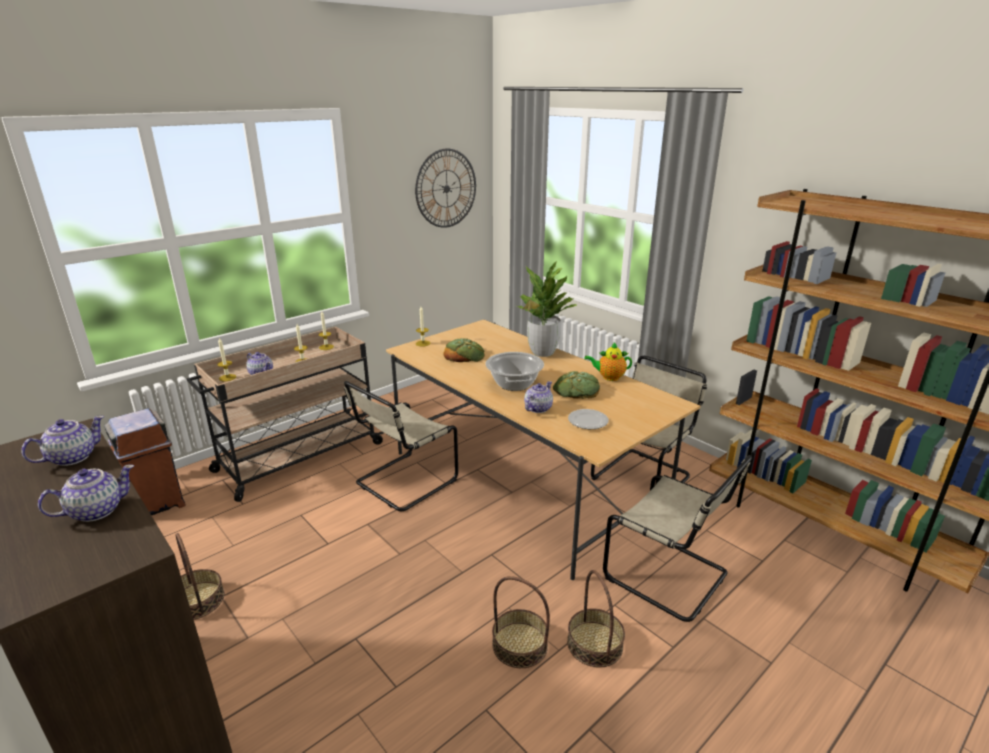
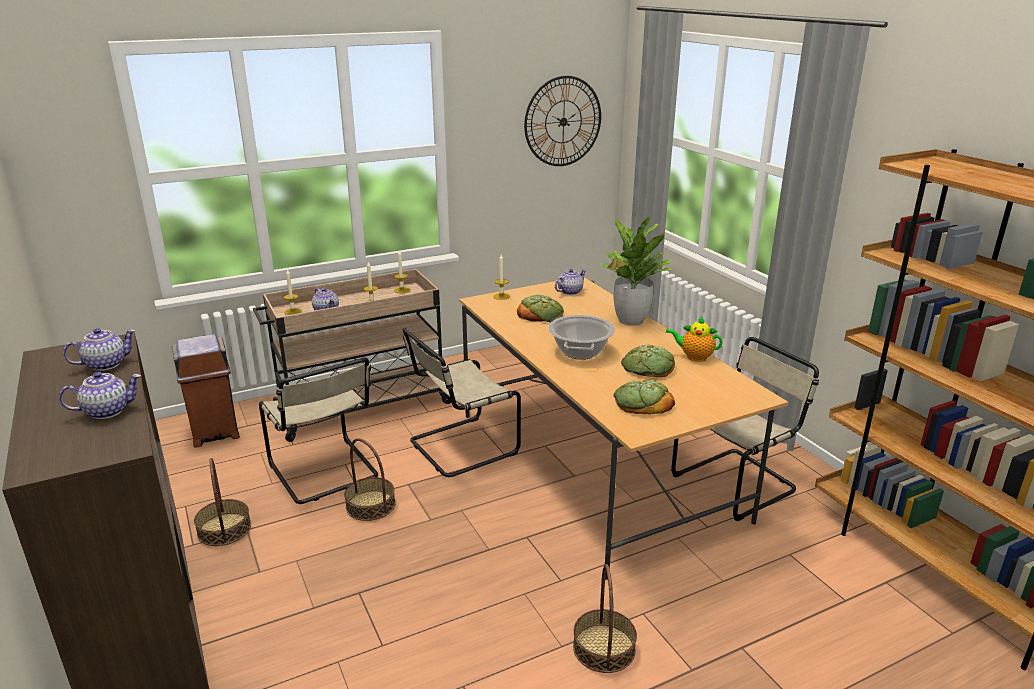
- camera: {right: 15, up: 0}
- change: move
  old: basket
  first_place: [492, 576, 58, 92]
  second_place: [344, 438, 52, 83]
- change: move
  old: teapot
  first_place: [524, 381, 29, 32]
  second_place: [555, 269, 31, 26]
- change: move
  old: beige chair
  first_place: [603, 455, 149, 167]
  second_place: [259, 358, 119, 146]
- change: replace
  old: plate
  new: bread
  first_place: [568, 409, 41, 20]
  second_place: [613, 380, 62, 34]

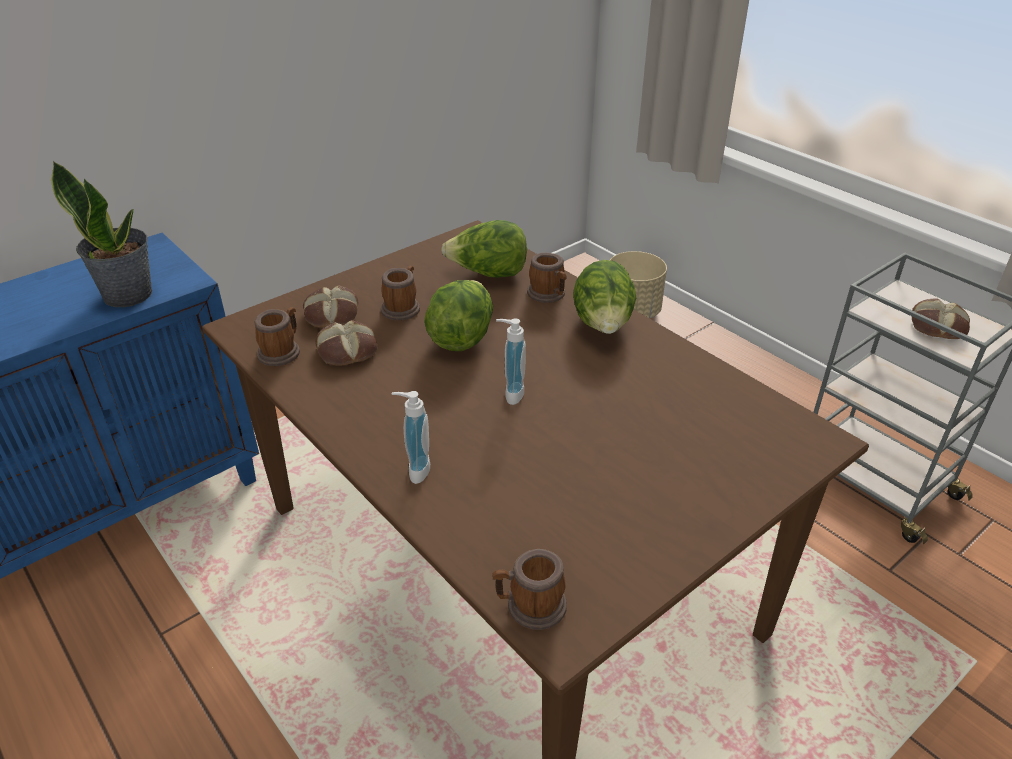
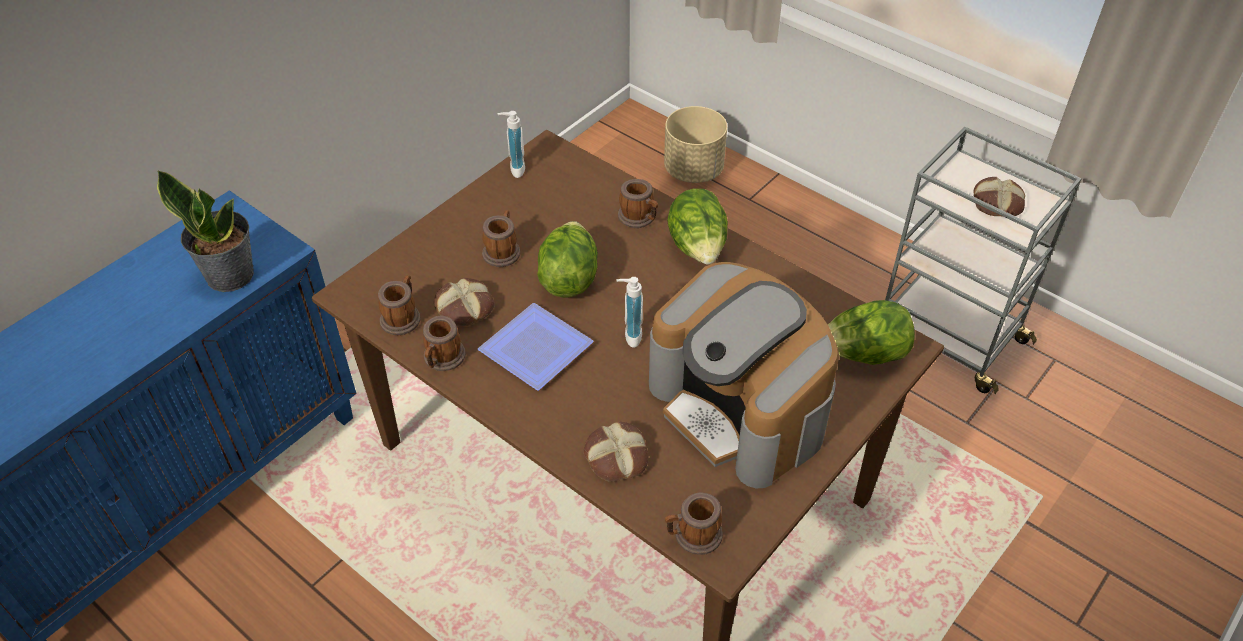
- camera: {right: -10, up: 10}
- change: insert
  new: mug
  second_place: [423, 316, 43, 55]
- change: insert
  new: plate
  second_place: [478, 303, 116, 87]
- change: insert
  new: coffee machine
  second_place: [649, 262, 190, 227]
- change: move
  old: bread
  first_place: [303, 286, 55, 42]
  second_place: [584, 422, 65, 60]
- change: move
  old: soap dispenser
  first_place: [391, 391, 39, 93]
  second_place: [498, 111, 27, 67]
- change: move
  old: lettuce
  first_place: [441, 220, 86, 58]
  second_place: [828, 300, 87, 65]

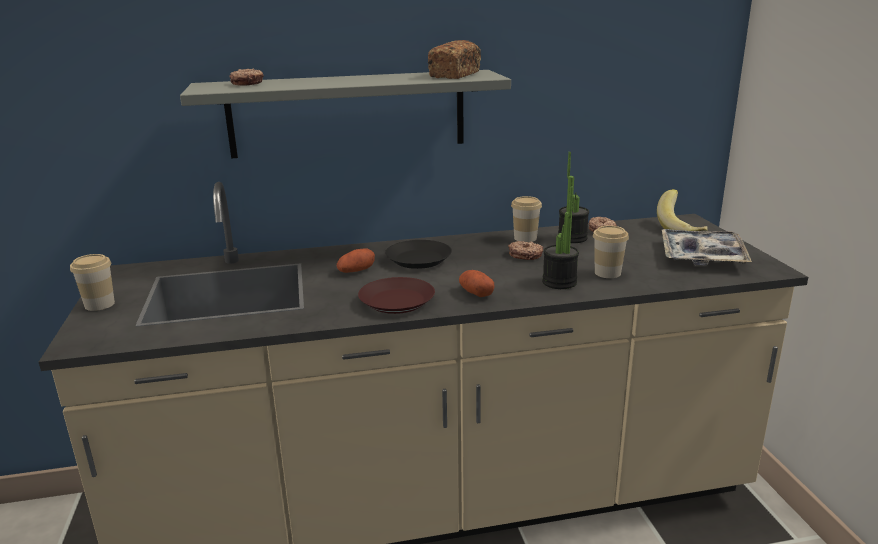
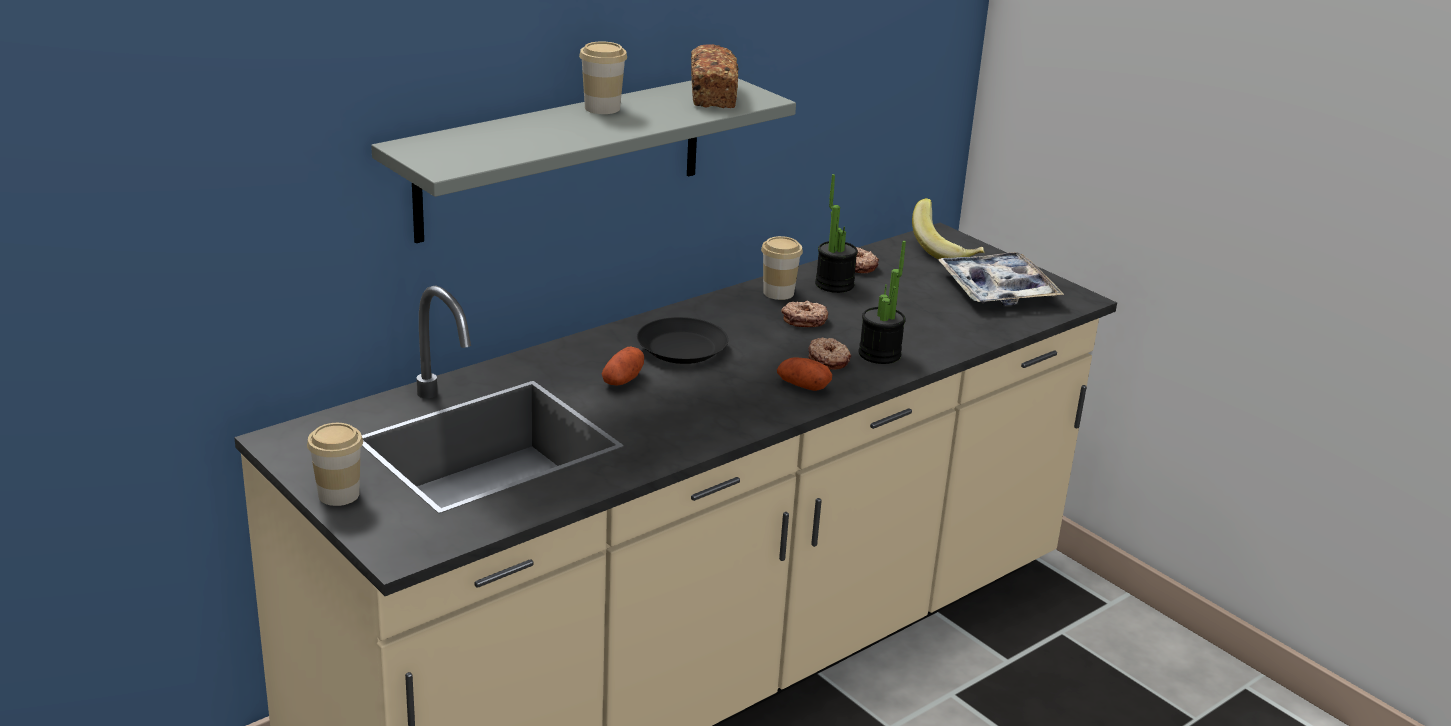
- camera: {right: -30, up: 5}
- change: delete
  old: brown plate
  first_place: [358, 277, 77, 37]
- change: move
  old: donut
  first_place: [229, 69, 35, 17]
  second_place: [809, 338, 42, 32]
- change: move
  old: cup
  first_place: [593, 225, 36, 53]
  second_place: [579, 41, 48, 73]

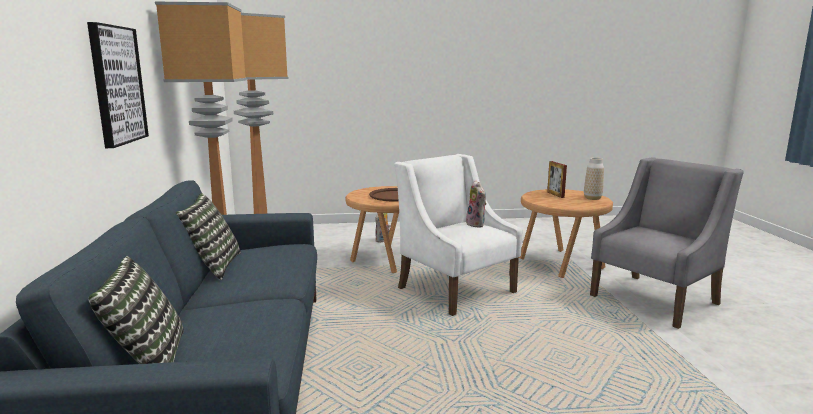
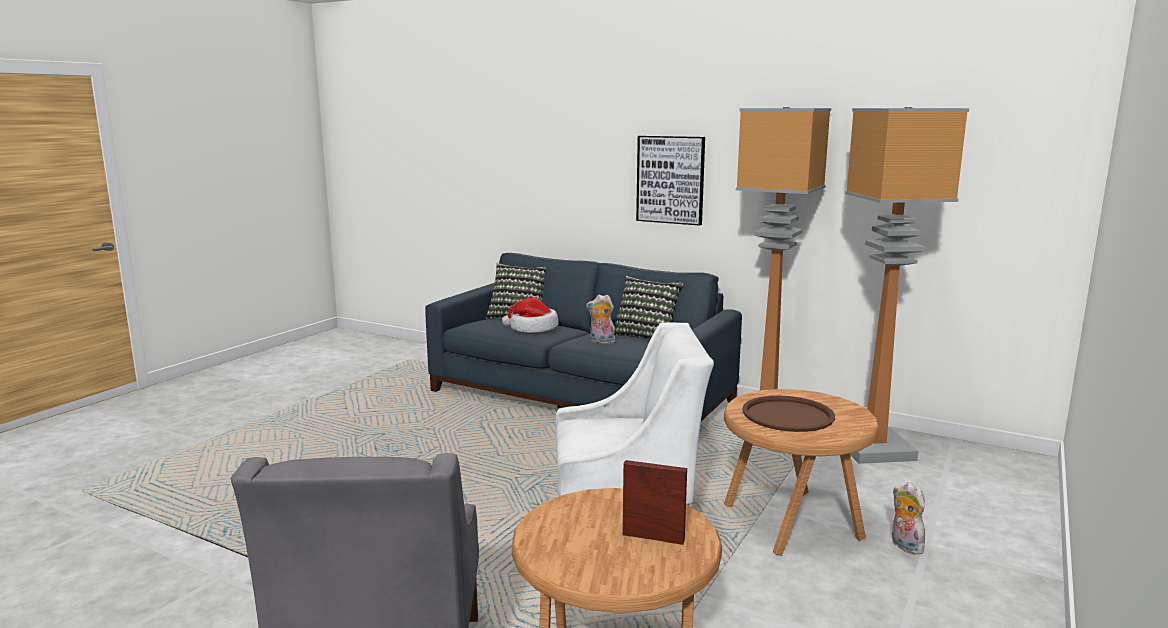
- camera: {right: 125, up: 0}
- change: delete
  old: vase
  first_place: [584, 157, 20, 43]
- change: insert
  new: hat
  second_place: [502, 298, 57, 35]
- change: move
  old: plush toy
  first_place: [465, 180, 22, 47]
  second_place: [586, 295, 29, 49]

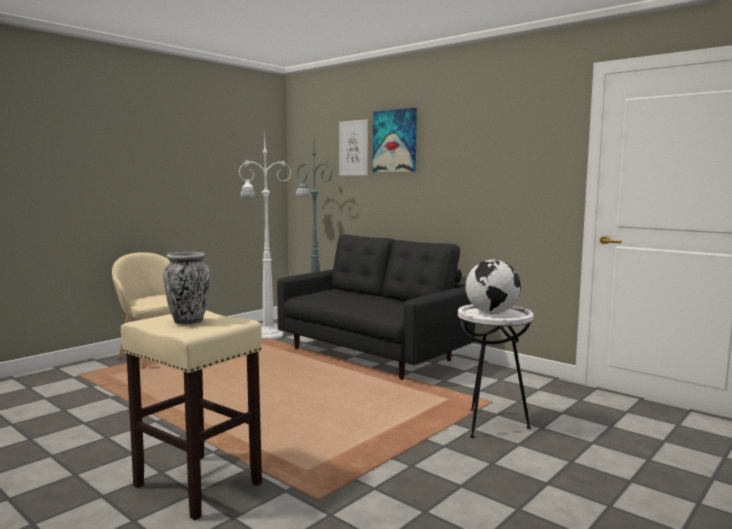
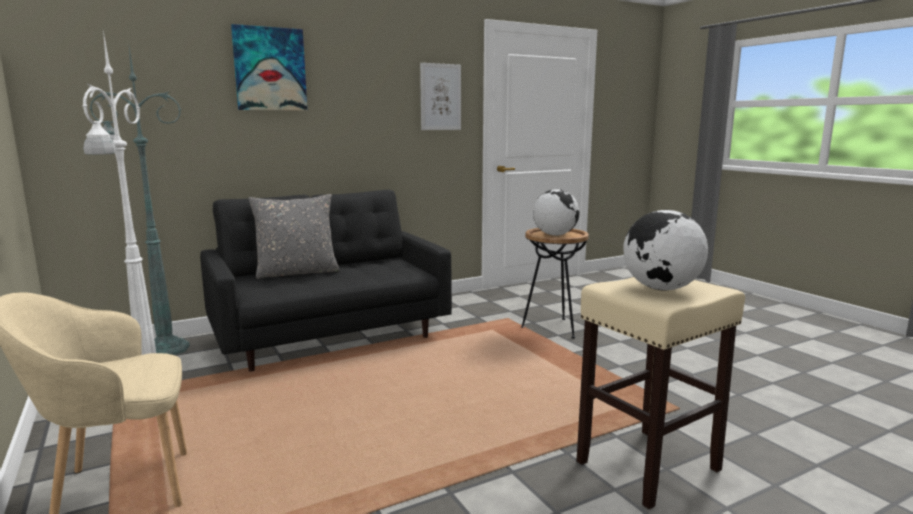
- camera: {right: -70, up: 5}
- change: insert
  new: grey pillow
  second_place: [248, 194, 92, 85]
- change: move
  old: picture
  first_place: [339, 119, 29, 57]
  second_place: [420, 63, 41, 67]
- change: replace
  old: vase
  new: globe
  first_place: [163, 252, 47, 73]
  second_place: [624, 210, 84, 81]
- change: recolor
  old: white side table
  new: brown side table
  first_place: [458, 304, 76, 134]
  second_place: [521, 228, 68, 111]

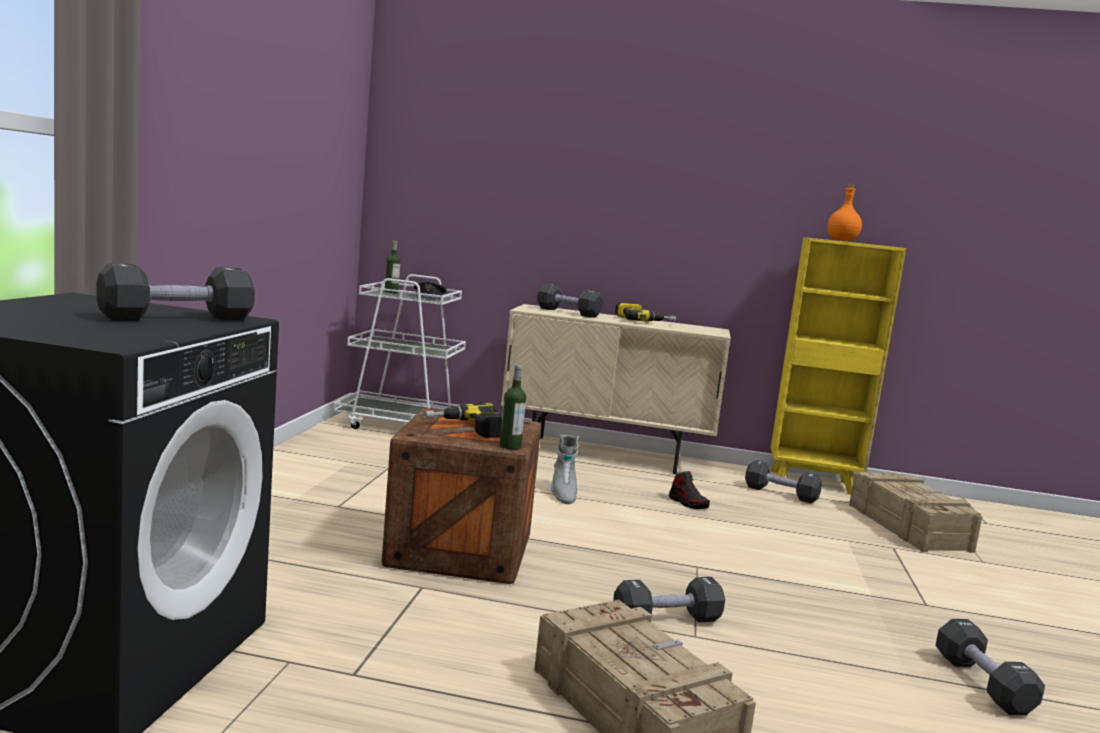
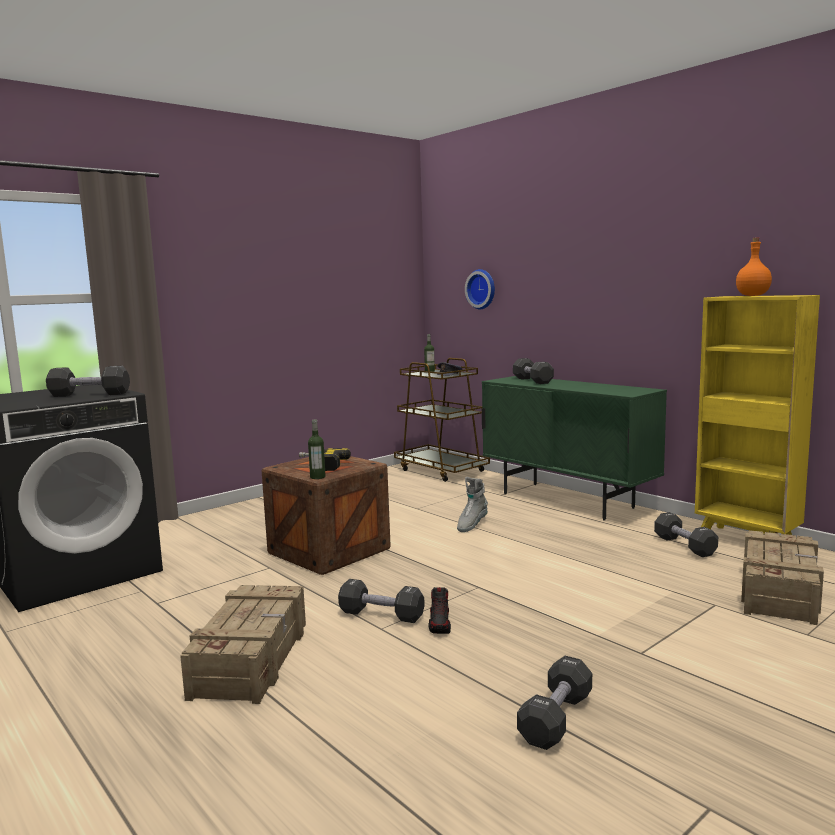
- camera: {right: 40, up: 0}
- change: delete
  old: power drill
  first_place: [615, 302, 61, 20]
- change: insert
  new: wall clock
  second_place: [465, 269, 30, 40]
- change: move
  old: shoe
  first_place: [669, 471, 41, 38]
  second_place: [428, 587, 23, 47]
- change: recolor
  old: white cart
  new: brown cart
  first_place: [333, 274, 133, 155]
  second_place: [394, 358, 96, 124]
- change: recolor
  old: beige cabinet
  new: green cabinet
  first_place: [501, 304, 230, 170]
  second_place: [482, 376, 185, 144]

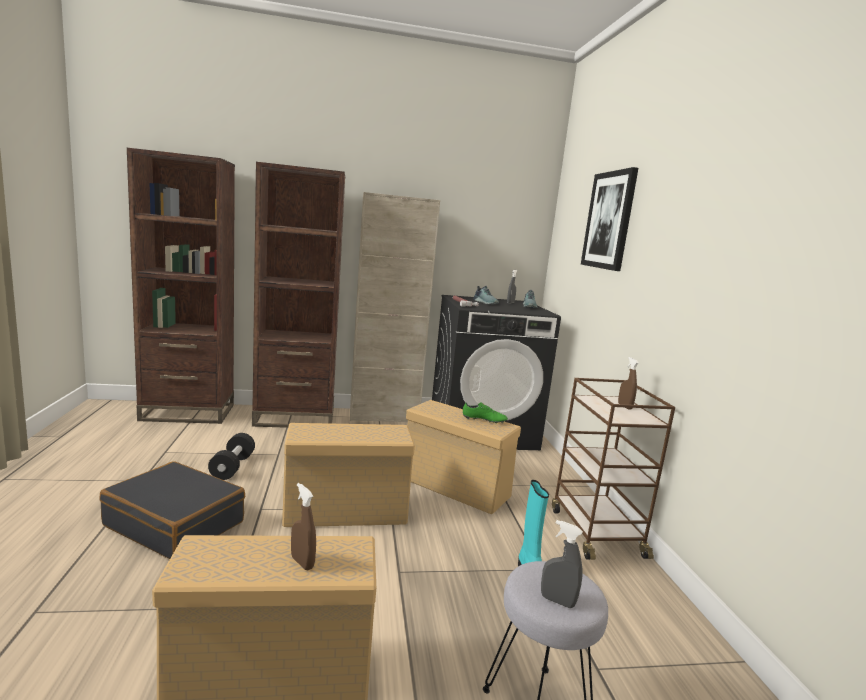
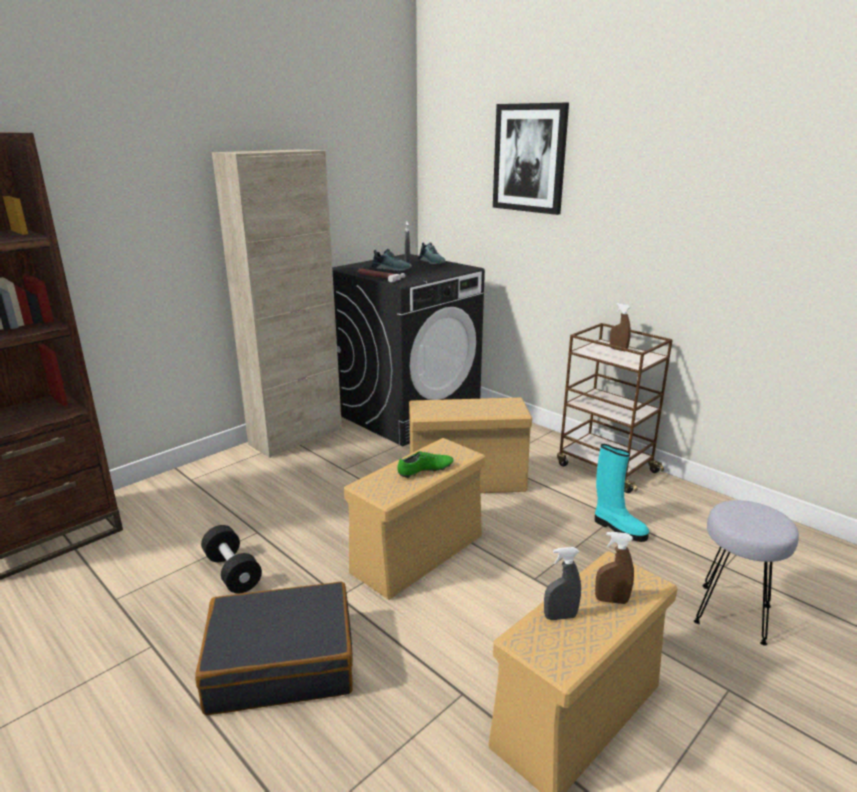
- camera: {right: -35, up: 10}
- change: delete
  old: brown bookcase
  first_place: [252, 162, 93, 266]
- change: move
  old: green shoe
  first_place: [463, 403, 45, 21]
  second_place: [397, 451, 56, 27]
- change: move
  old: grey spray bottle
  first_place: [541, 520, 42, 88]
  second_place: [544, 547, 37, 73]

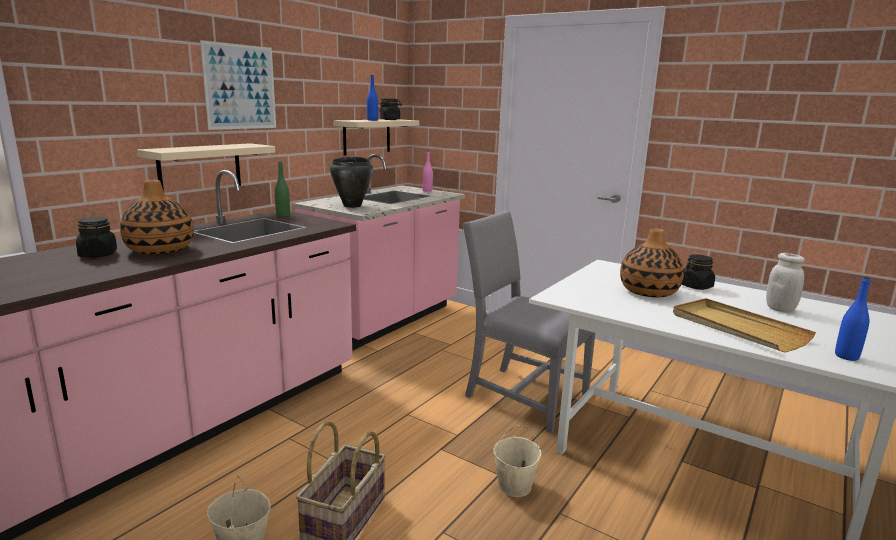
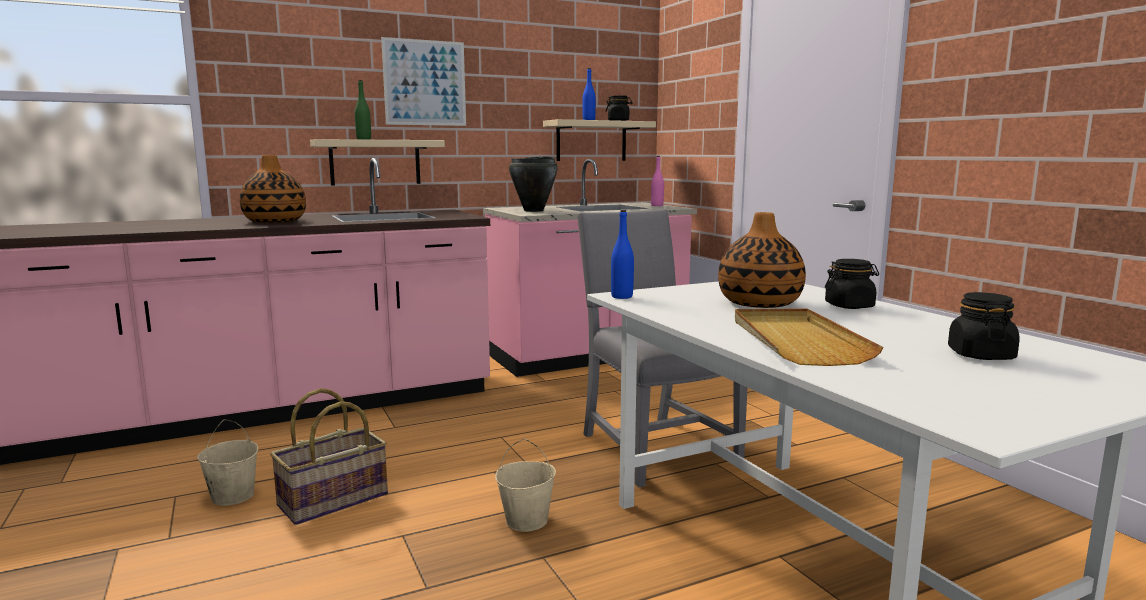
- camera: {right: 30, up: -5}
- change: delete
  old: white jar
  first_place: [766, 253, 39, 60]
- change: move
  old: black jar
  first_place: [76, 217, 41, 40]
  second_place: [948, 292, 72, 68]
- change: move
  old: green bottle
  first_place: [275, 162, 15, 55]
  second_place: [355, 80, 16, 60]
- change: move
  old: blue bottle
  first_place: [835, 276, 36, 85]
  second_place: [611, 210, 23, 89]

